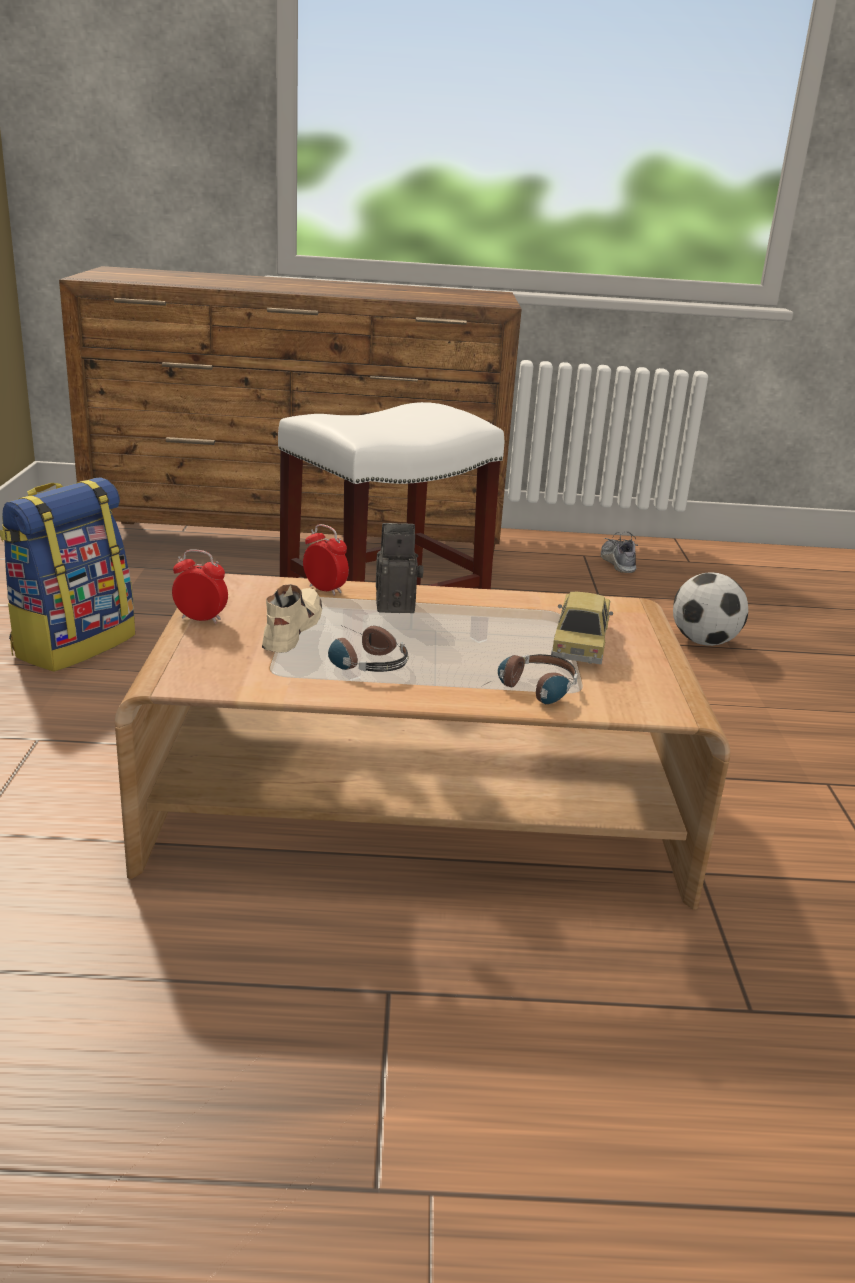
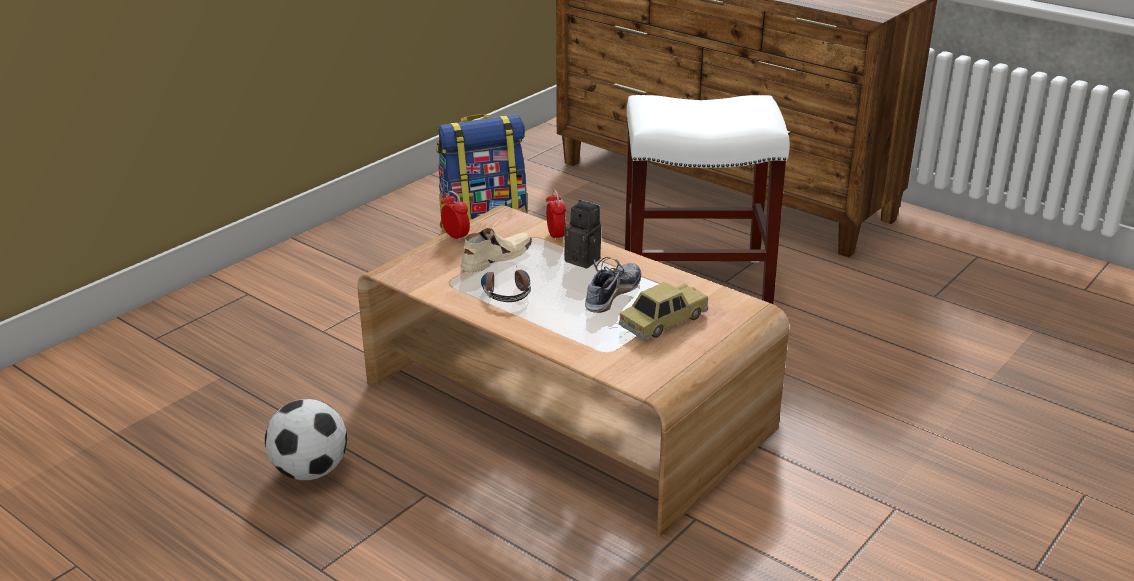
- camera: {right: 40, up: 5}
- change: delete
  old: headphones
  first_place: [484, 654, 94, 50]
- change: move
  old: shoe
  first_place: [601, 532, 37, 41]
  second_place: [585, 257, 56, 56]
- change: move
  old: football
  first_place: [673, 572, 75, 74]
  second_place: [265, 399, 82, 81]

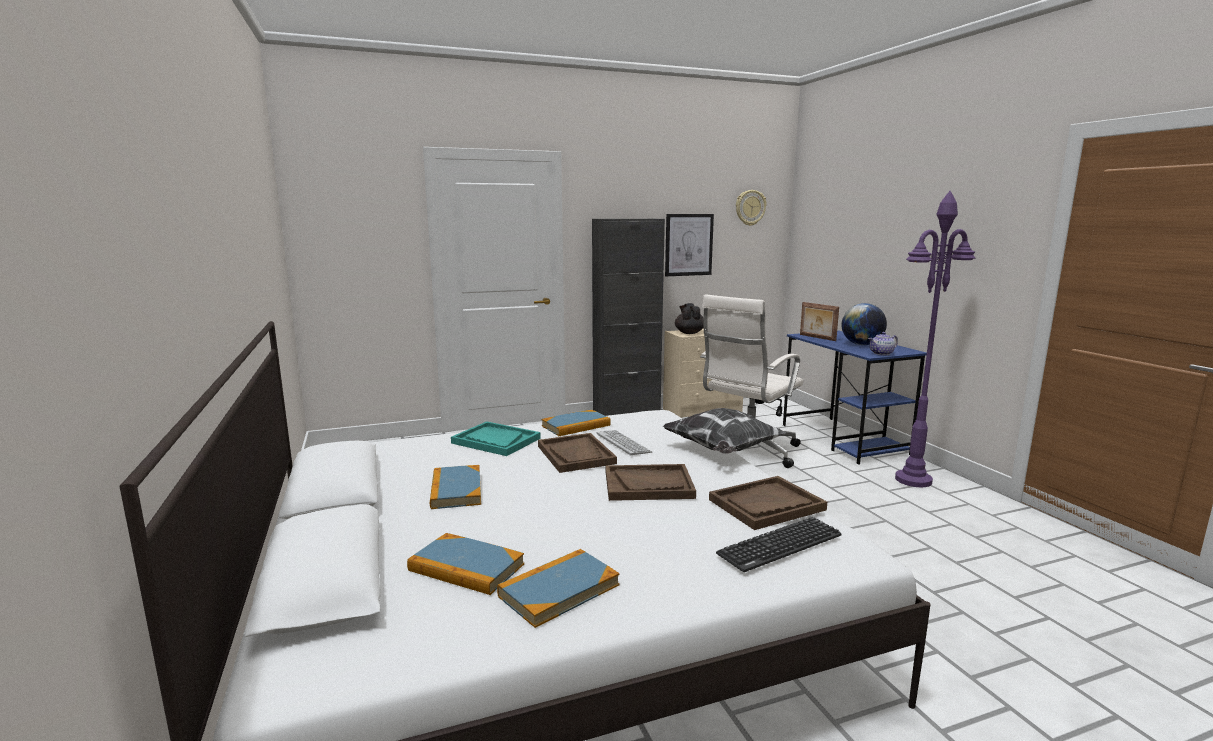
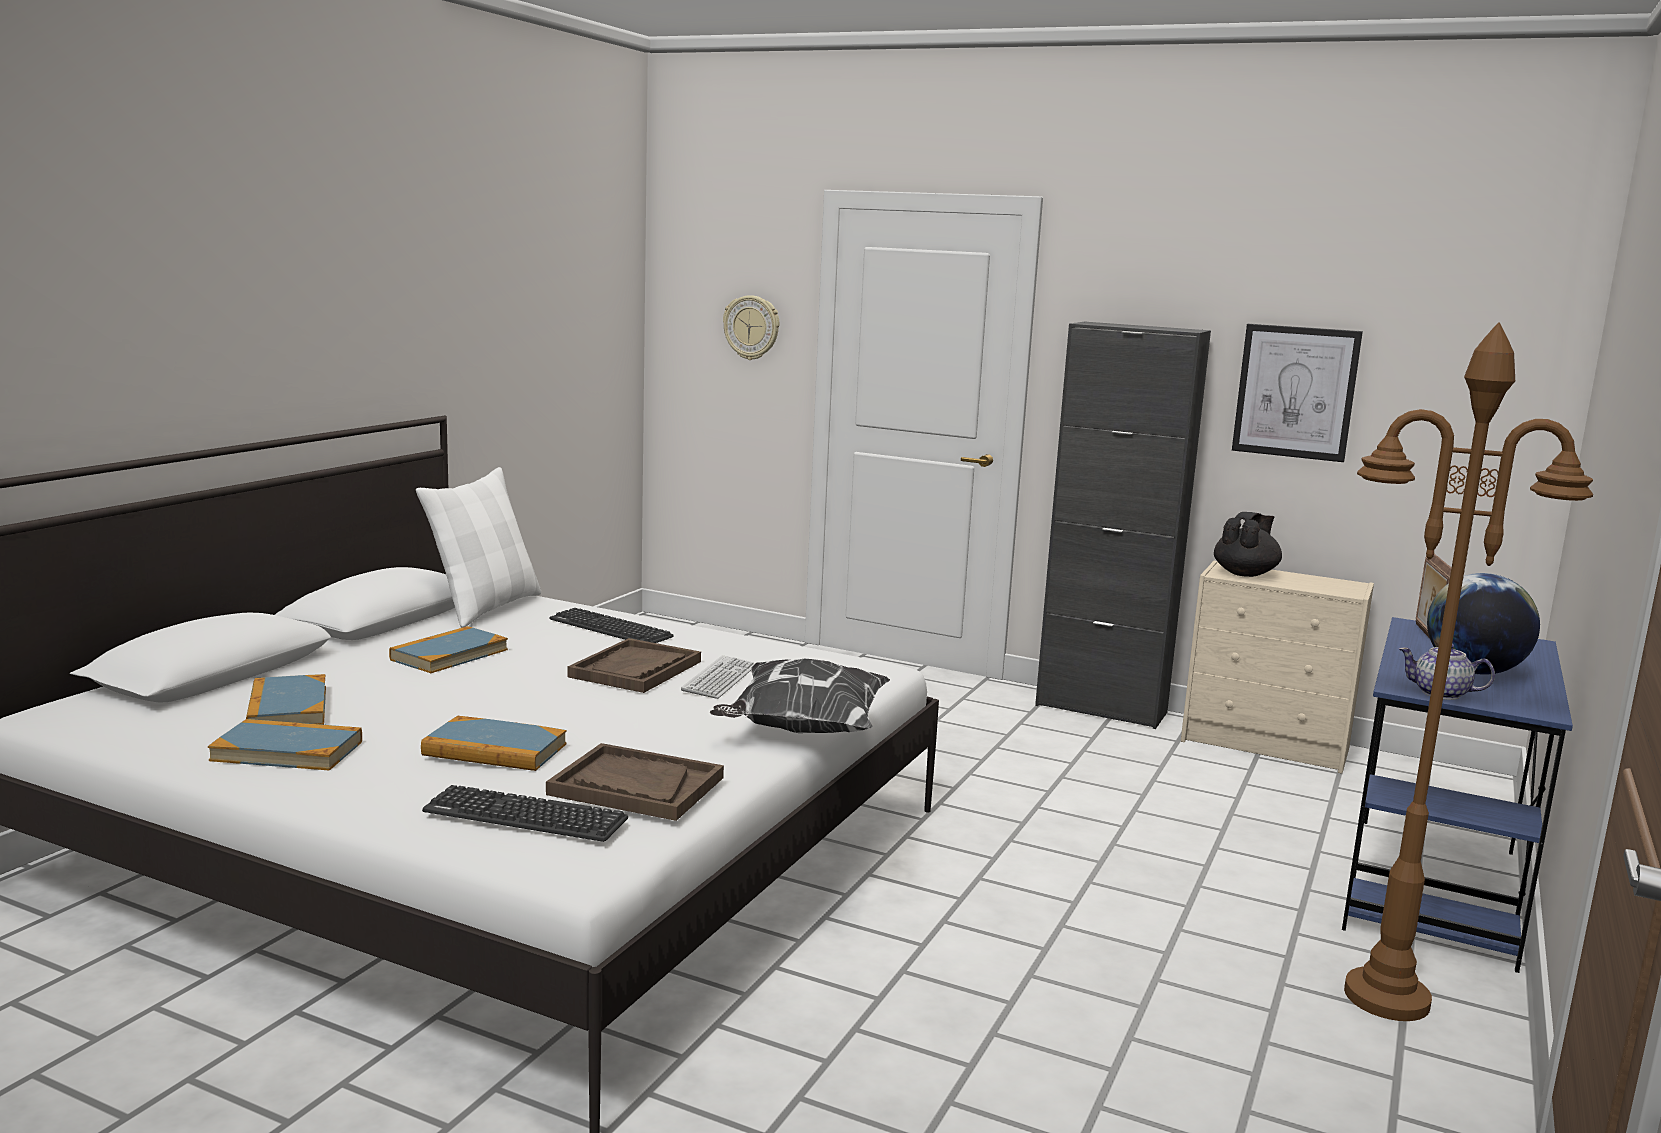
- camera: {right: 45, up: 0}
- change: delete
  old: brown tray
  first_place: [606, 464, 90, 37]
- change: delete
  old: white office chair
  first_place: [700, 294, 103, 174]
- change: insert
  new: white pillow
  second_place: [416, 467, 125, 160]
- change: move
  old: book
  first_place: [542, 410, 69, 26]
  second_place: [421, 716, 146, 55]
- change: move
  old: wall clock
  first_place: [736, 190, 30, 36]
  second_place: [723, 295, 56, 65]
- change: replace
  old: turquoise tray
  new: keyboard
  first_place: [451, 421, 90, 35]
  second_place: [549, 608, 125, 35]
- change: recolor
  old: purple floor lamp
  new: brown floor lamp
  first_place: [895, 191, 80, 296]
  second_place: [1344, 322, 249, 699]

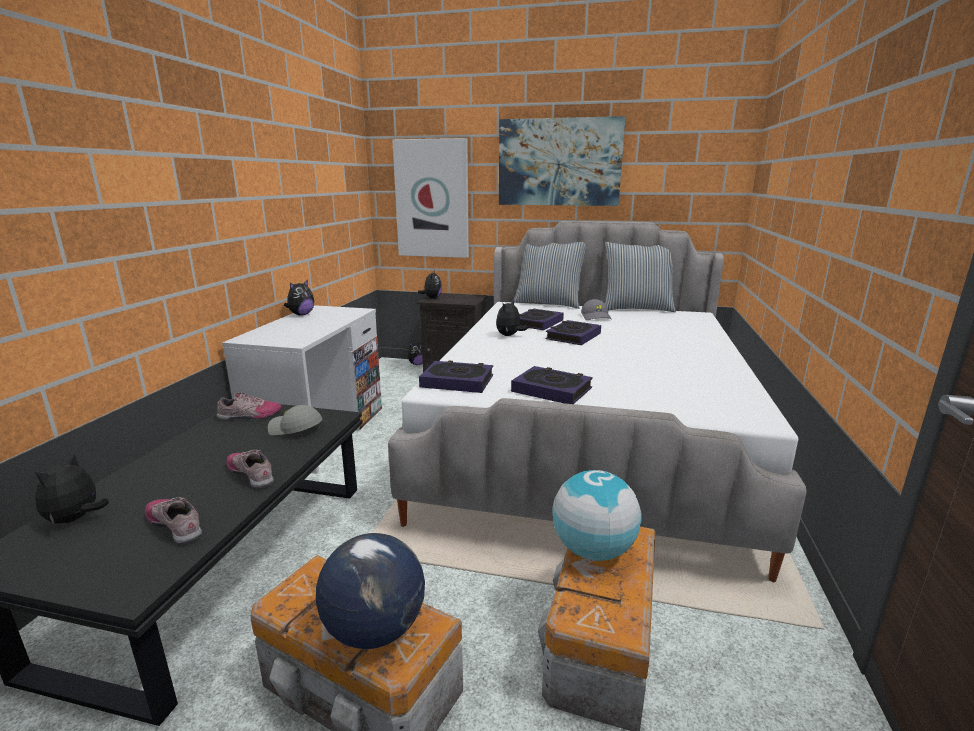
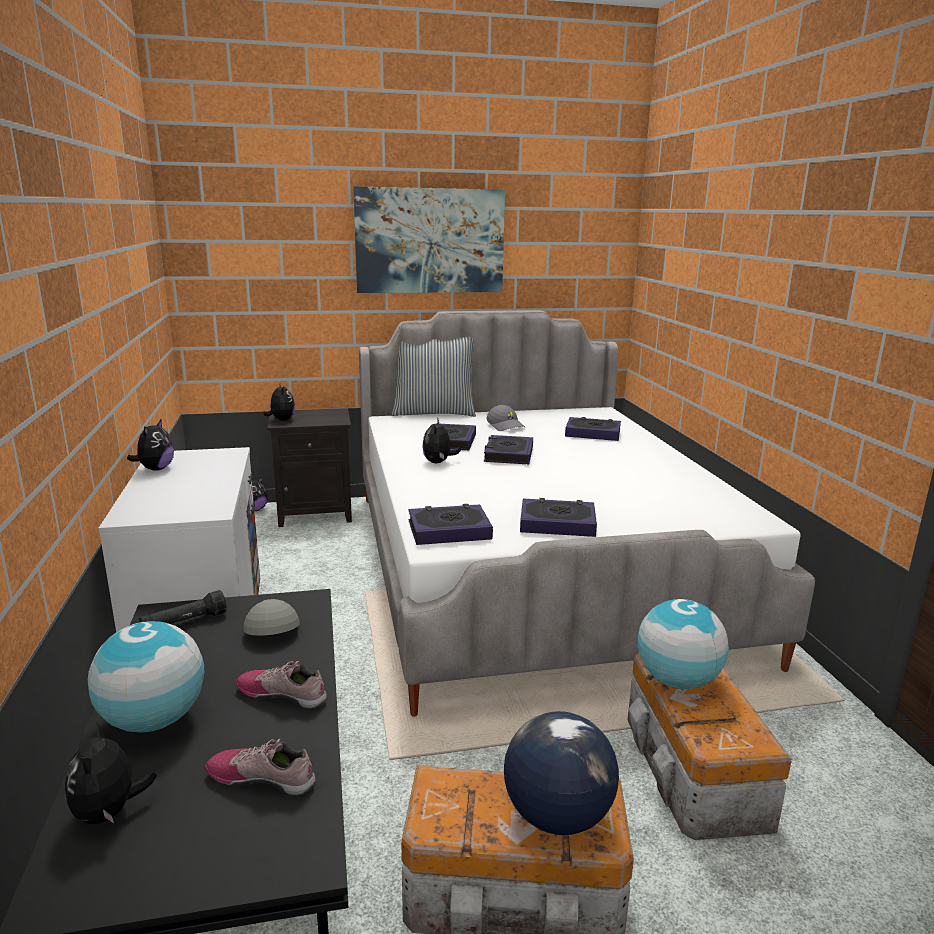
- camera: {right: -25, up: 0}
- change: delete
  old: picture
  first_place: [392, 138, 77, 120]
- change: delete
  old: pillow
  first_place: [605, 242, 71, 70]
- change: insert
  new: globe
  second_place: [88, 621, 116, 112]
- change: insert
  new: book
  second_place: [565, 417, 56, 24]
- change: replace
  old: shoe
  new: black flashlight
  first_place: [217, 392, 65, 28]
  second_place: [139, 590, 88, 34]
- change: rotate
  old: grey cap
  first_place: [268, 405, 54, 30]
  second_place: [243, 599, 57, 37]
  degrees: 75

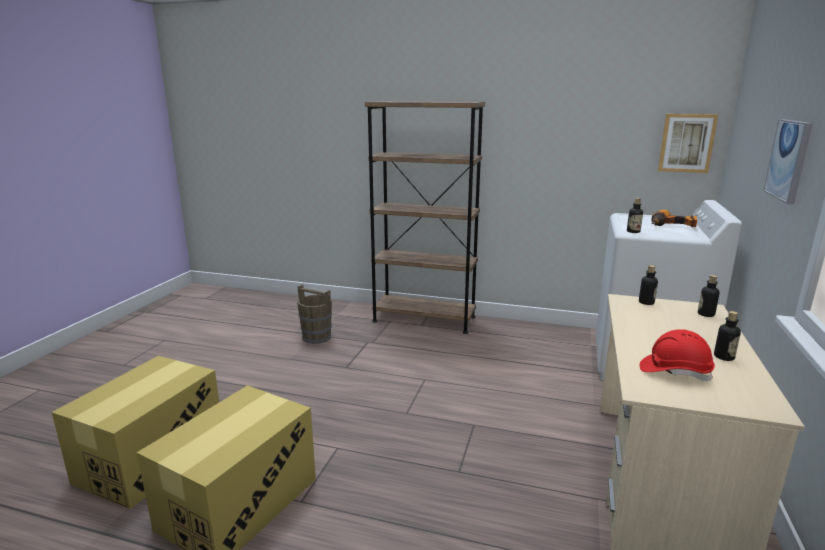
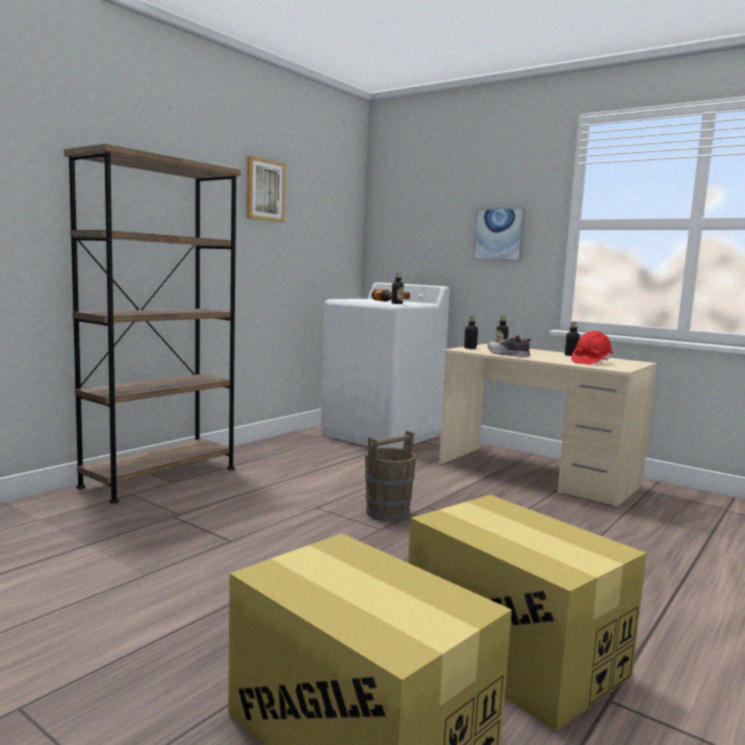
- camera: {right: -70, up: -10}
- change: insert
  new: shoe
  second_place: [488, 335, 43, 22]
- change: move
  old: brown bucket
  first_place: [297, 285, 35, 59]
  second_place: [365, 431, 52, 90]
- change: move
  old: picture
  first_place: [658, 114, 60, 59]
  second_place: [246, 156, 40, 66]

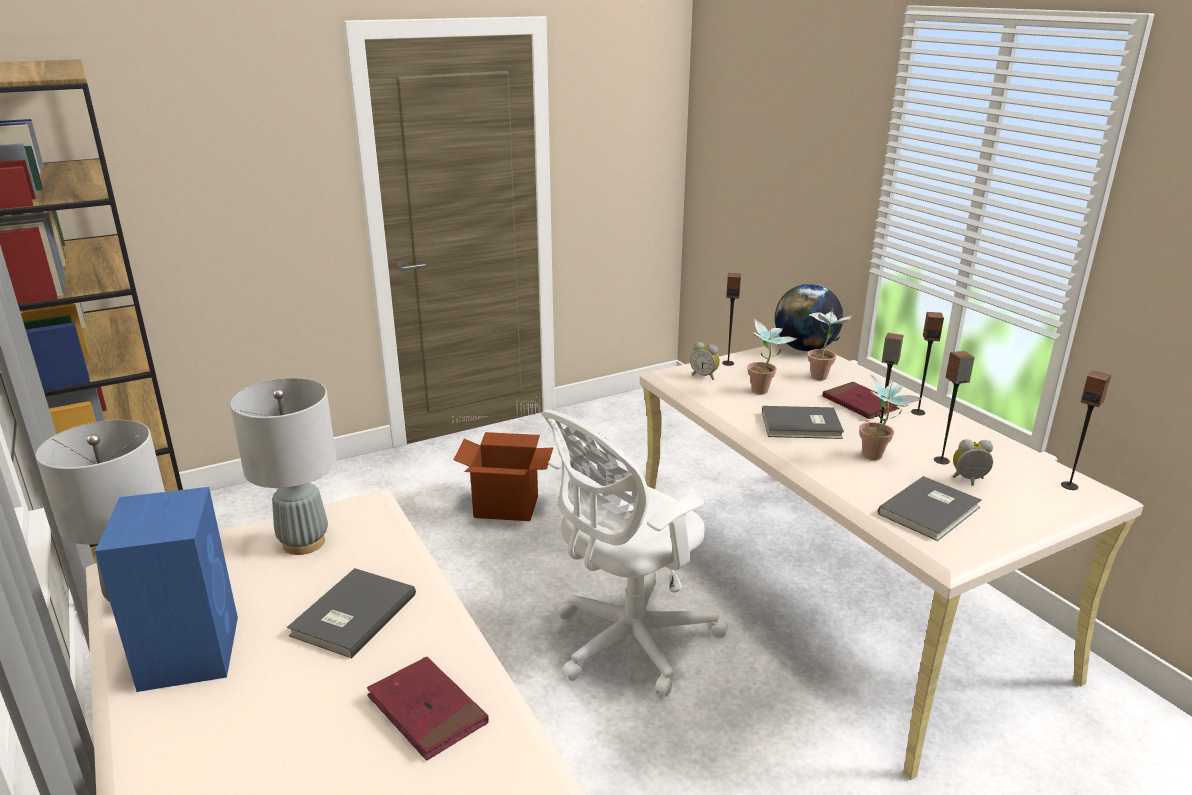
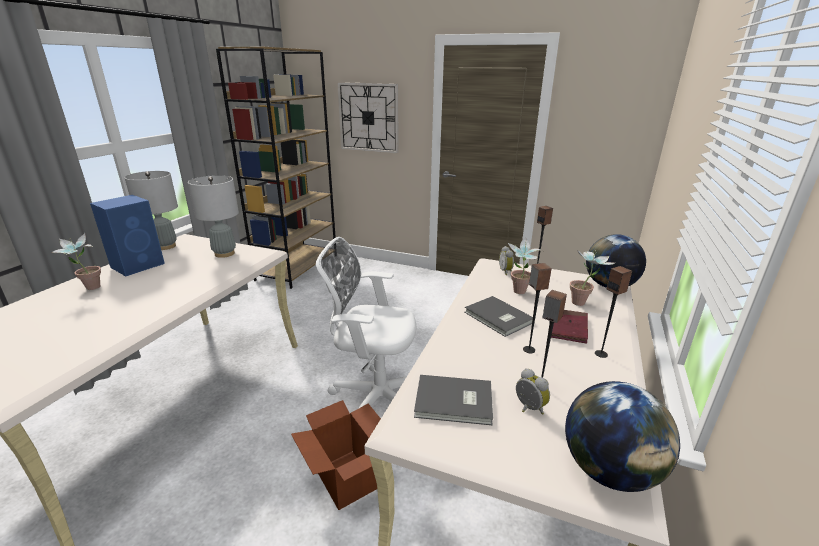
- camera: {right: 50, up: 0}
- change: delete
  old: grey book
  first_place: [287, 568, 129, 90]
- change: delete
  old: red book
  first_place: [367, 657, 122, 104]
- change: insert
  new: wall clock
  second_place: [337, 82, 61, 71]
- change: move
  old: cardboard box
  first_place: [453, 432, 100, 89]
  second_place: [291, 400, 90, 110]
- change: move
  old: potted plant
  first_place: [859, 374, 63, 86]
  second_place: [51, 233, 50, 57]
- change: replace
  old: speaker
  new: globe
  first_place: [1061, 371, 50, 119]
  second_place: [565, 381, 115, 111]

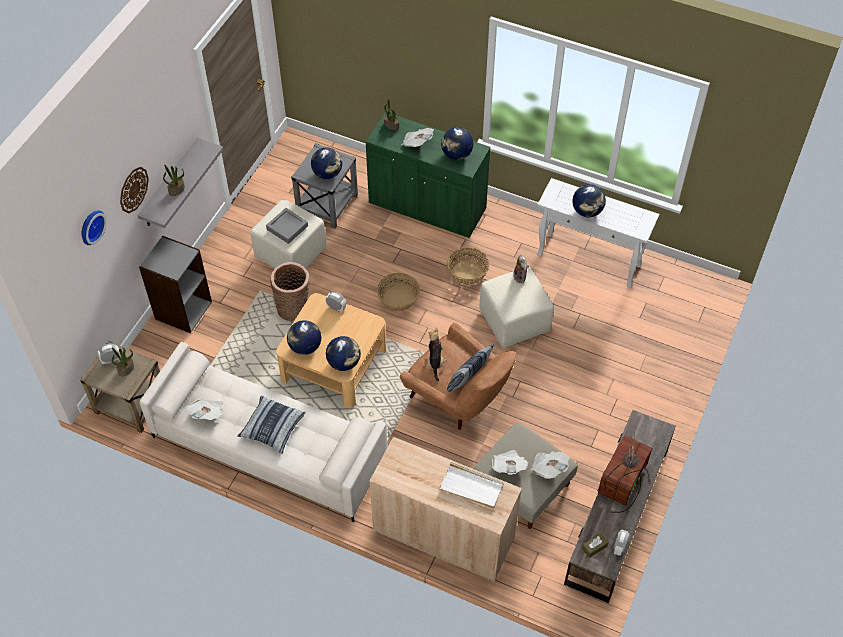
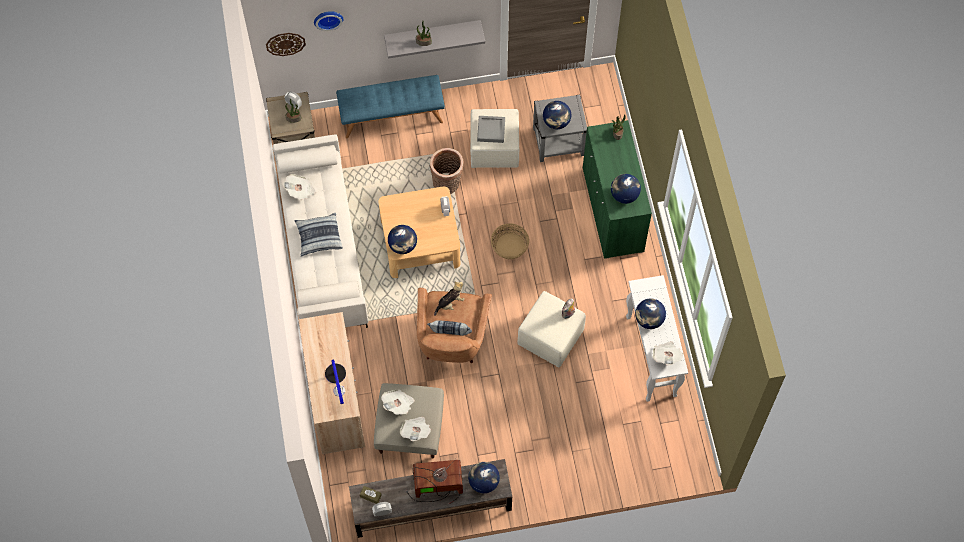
- camera: {right: 55, up: 10}
- change: delete
  old: basket
  first_place: [447, 247, 42, 38]
- change: move
  old: wall clock
  first_place: [120, 167, 29, 46]
  second_place: [266, 33, 40, 23]
- change: move
  old: globe
  first_place: [287, 320, 34, 35]
  second_place: [468, 462, 32, 31]
- change: move
  old: newspaper
  first_place: [401, 128, 33, 19]
  second_place: [653, 341, 30, 24]
- change: replace
  old: grey bookcase
  new: blue bench
  first_place: [139, 236, 73, 97]
  second_place: [336, 75, 109, 63]
- change: replace
  old: white tray
  new: table lamp
  first_place: [438, 462, 66, 46]
  second_place: [325, 359, 21, 45]

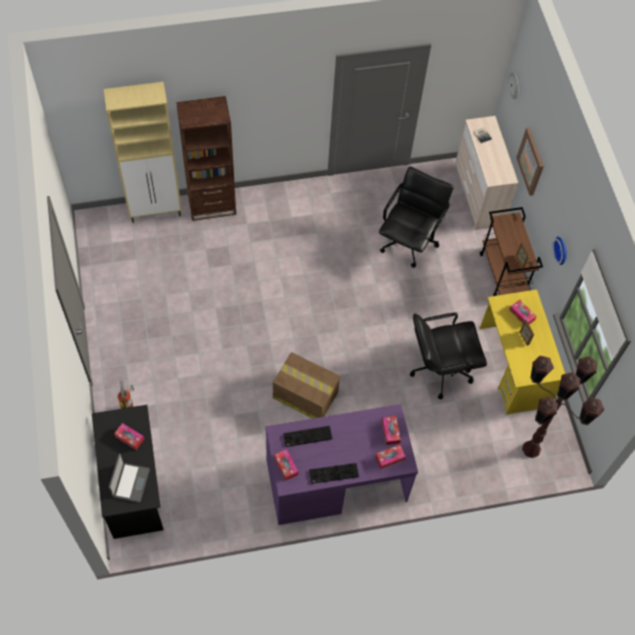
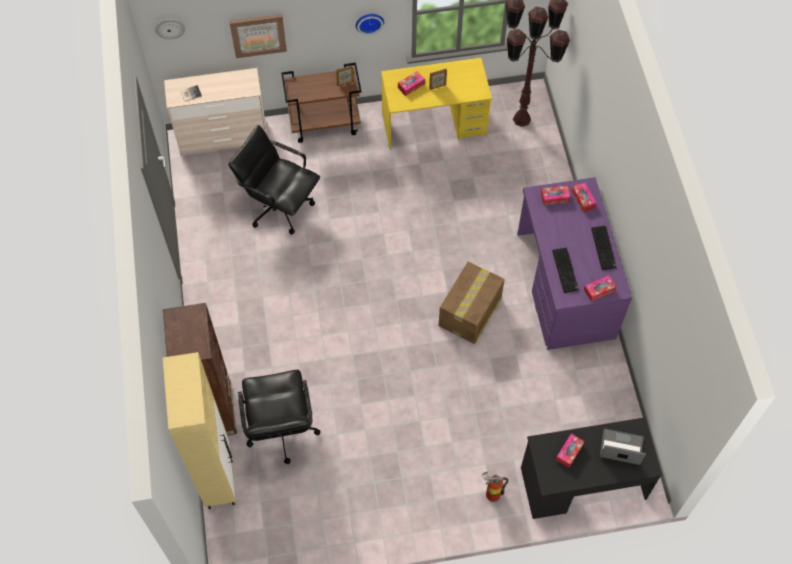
- camera: {right: -85, up: 0}
- change: move
  old: black office chair
  first_place: [410, 312, 77, 87]
  second_place: [238, 370, 82, 94]

